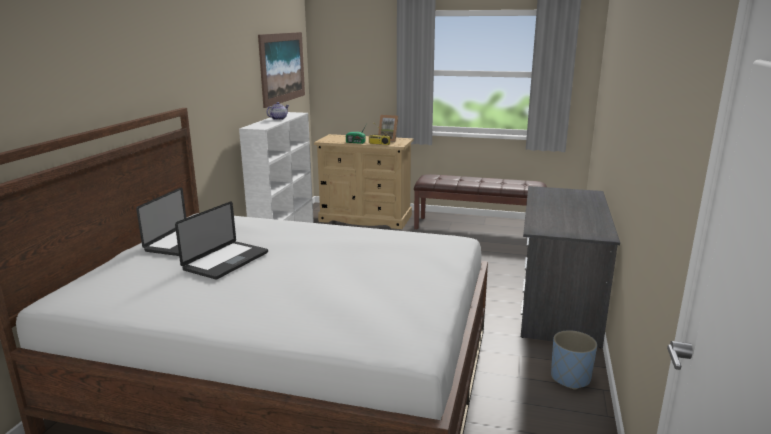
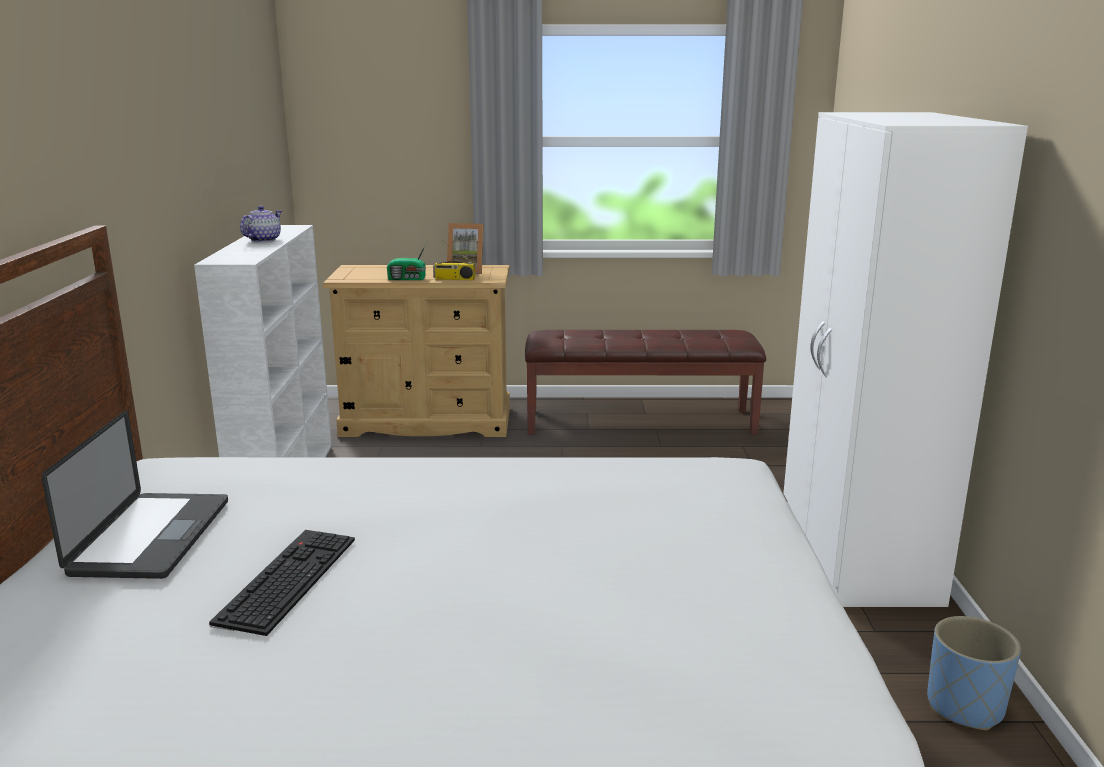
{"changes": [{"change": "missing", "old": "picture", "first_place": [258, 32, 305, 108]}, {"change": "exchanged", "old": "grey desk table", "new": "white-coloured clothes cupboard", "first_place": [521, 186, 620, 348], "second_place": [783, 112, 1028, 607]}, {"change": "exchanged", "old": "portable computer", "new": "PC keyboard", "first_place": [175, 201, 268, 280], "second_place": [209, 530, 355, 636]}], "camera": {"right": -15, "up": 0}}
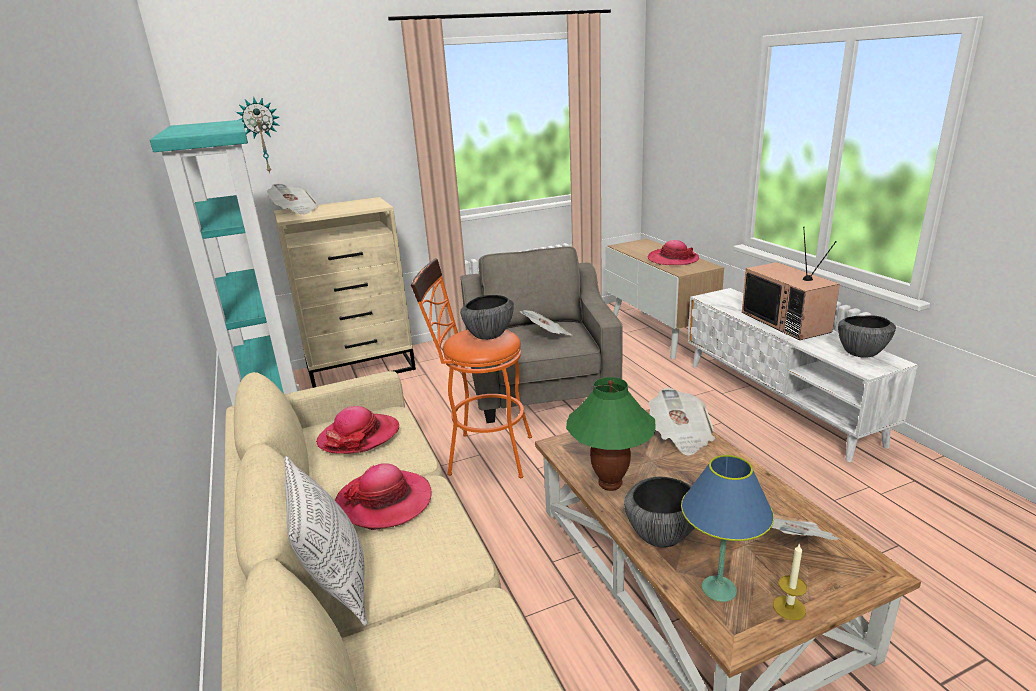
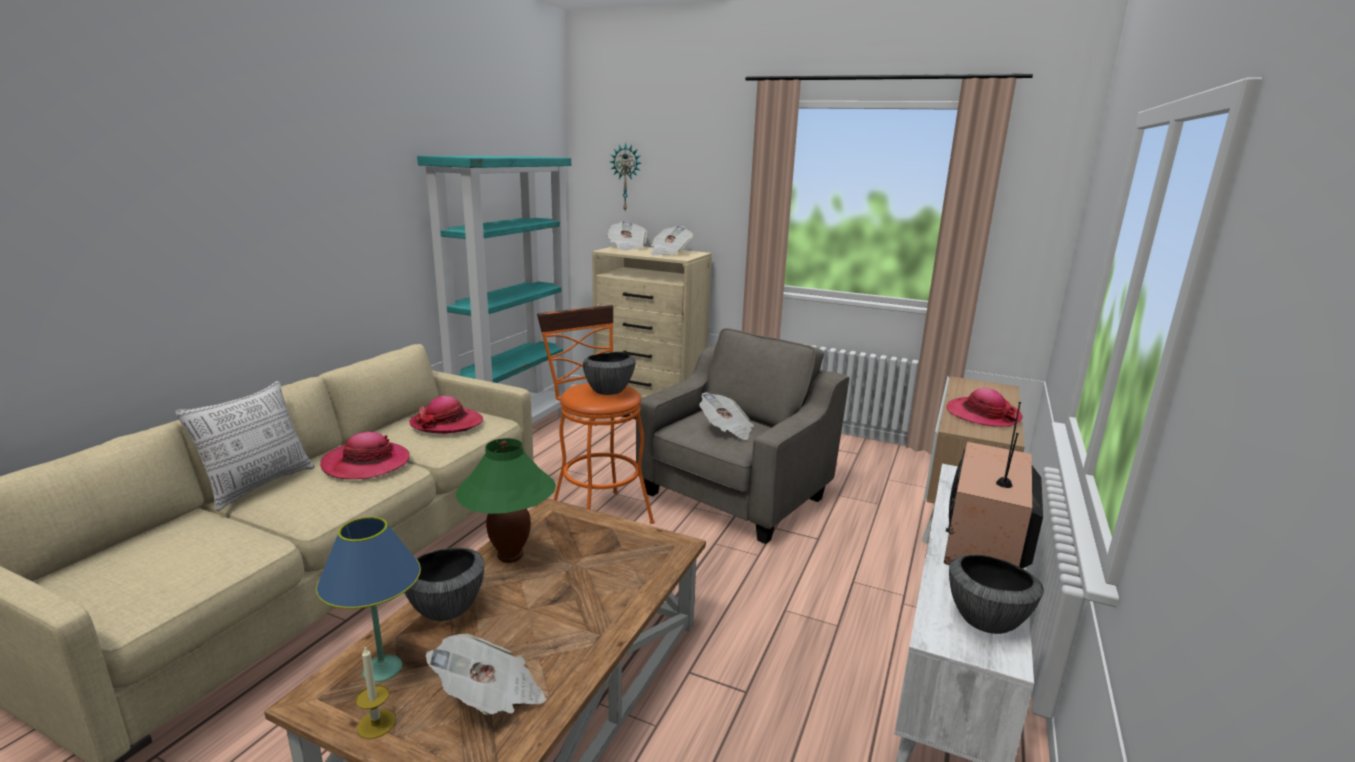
{"changes": [{"change": "relocated", "old": "printed paper", "first_place": [649, 388, 715, 456], "second_place": [650, 226, 693, 256]}], "camera": {"right": 45, "up": -5}}
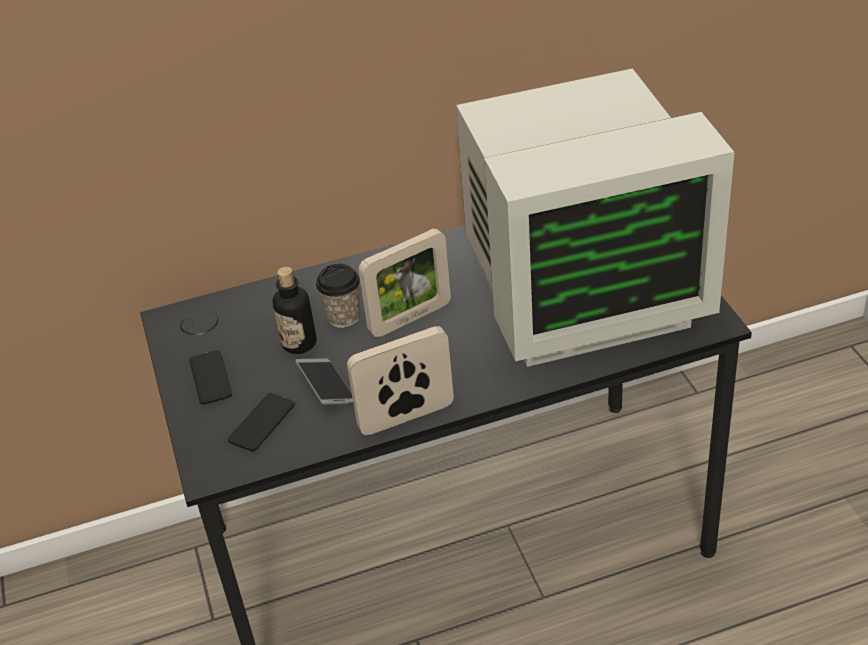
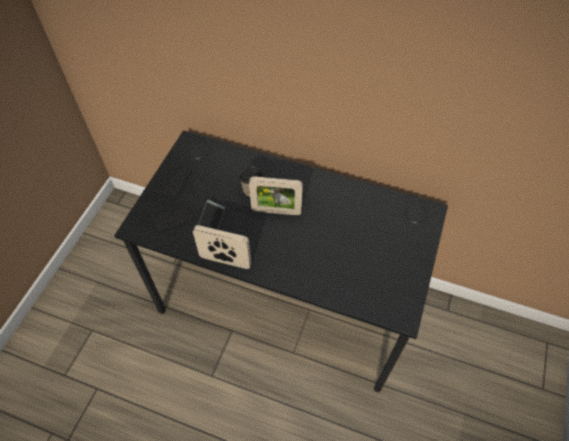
{"changes": [{"change": "missing", "old": "computer screen", "first_place": [456, 68, 735, 367]}, {"change": "missing", "old": "drink bottle", "first_place": [272, 267, 317, 354]}], "camera": {"right": 35, "up": 15}}
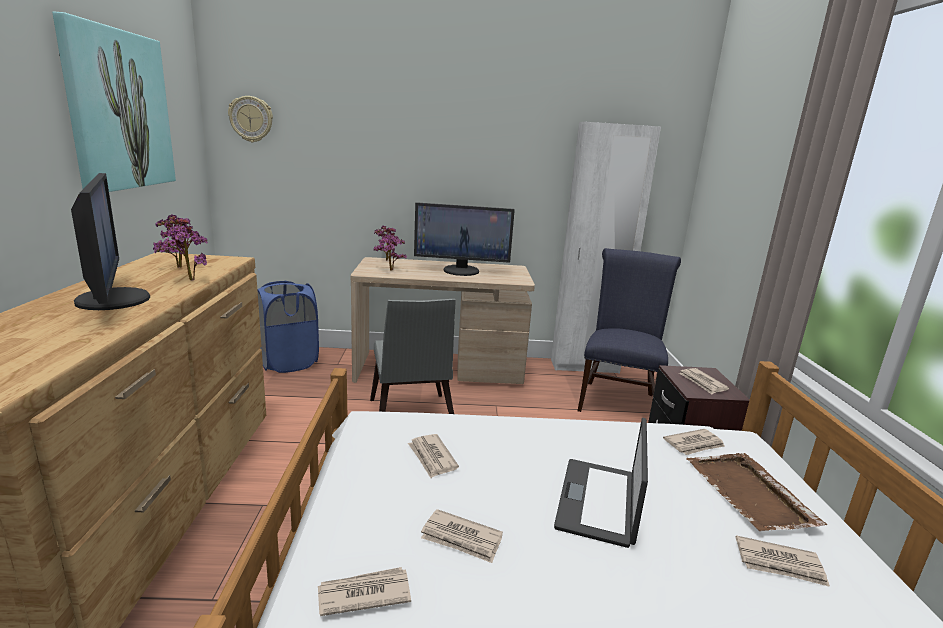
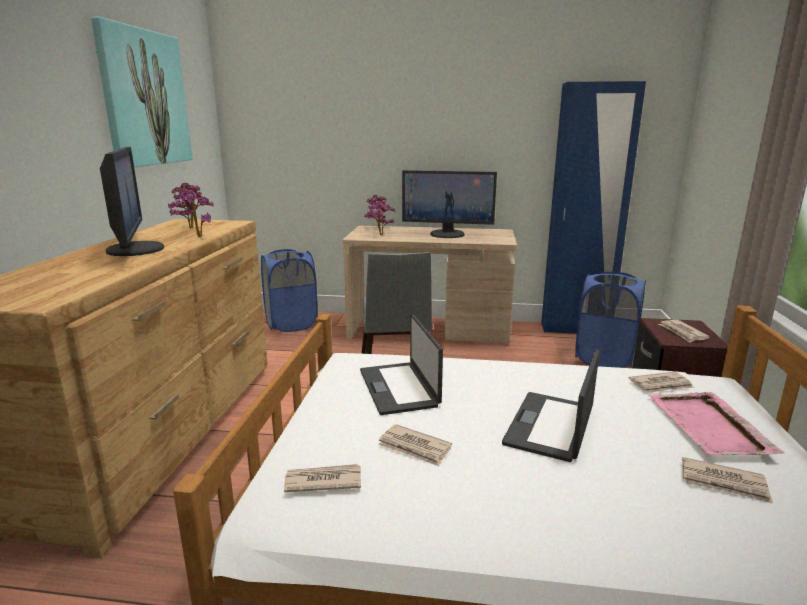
{"changes": [{"change": "missing", "old": "hanging clock", "first_place": [228, 96, 273, 142]}, {"change": "colour", "old": "white-coloured clothes cupboard", "new": "bluish clothes cupboard", "first_place": [551, 122, 661, 373], "second_place": [541, 81, 646, 334]}, {"change": "exchanged", "old": "bluish plain chair", "new": "bluish hamper", "first_place": [577, 248, 681, 412], "second_place": [575, 271, 646, 368]}, {"change": "exchanged", "old": "printed paper", "new": "portable computer", "first_place": [408, 434, 459, 478], "second_place": [360, 314, 443, 415]}, {"change": "colour", "old": "brownish carrying tray", "new": "pink-coloured carrying tray", "first_place": [686, 453, 828, 531], "second_place": [648, 392, 784, 455]}], "camera": {"right": 10, "up": 0}}
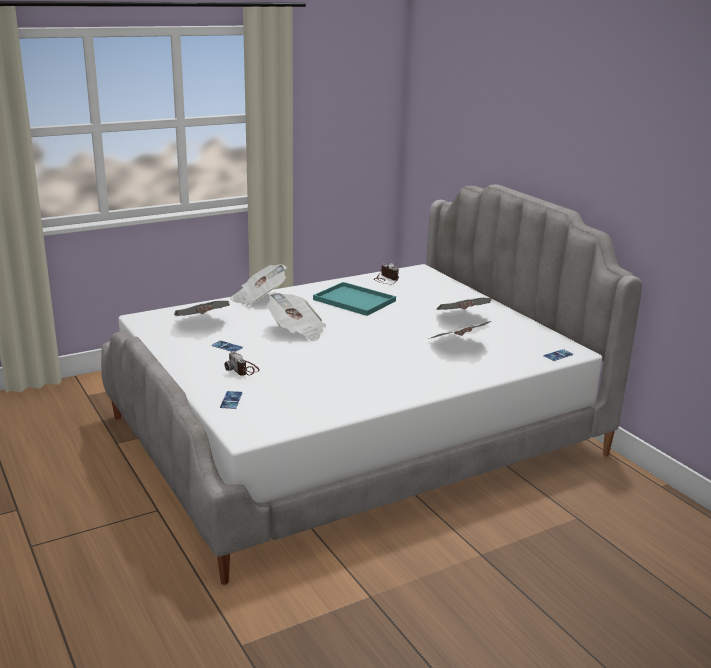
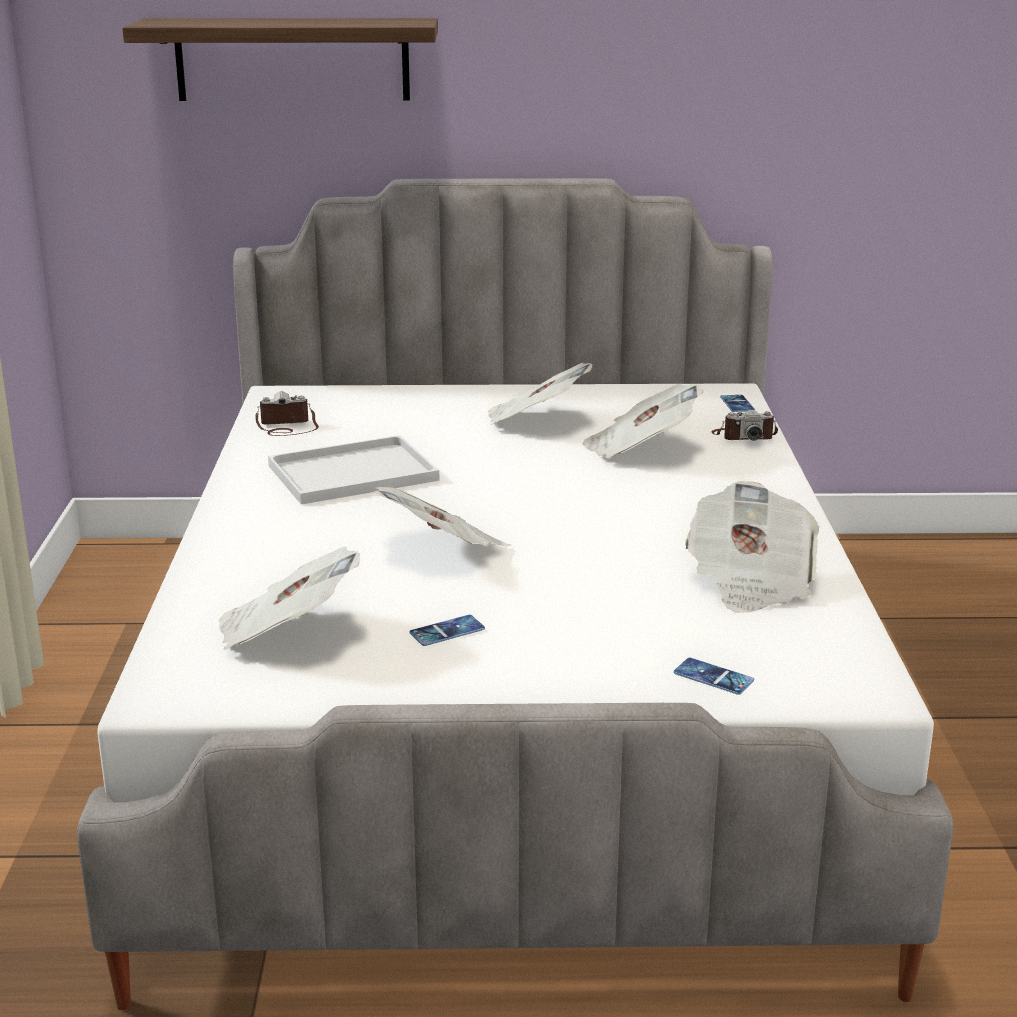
{"changes": [{"change": "relocated", "old": "printed paper", "first_place": [230, 264, 287, 305], "second_place": [685, 481, 819, 613]}, {"change": "colour", "old": "blue-green carrying tray", "new": "white-coloured carrying tray", "first_place": [313, 282, 396, 316], "second_place": [268, 435, 440, 504]}, {"change": "relocated", "old": "photo camera", "first_place": [224, 351, 260, 376], "second_place": [712, 410, 778, 441]}, {"change": "appeared", "new": "bracket shelf", "second_place": [122, 18, 438, 101]}], "camera": {"right": -60, "up": 0}}
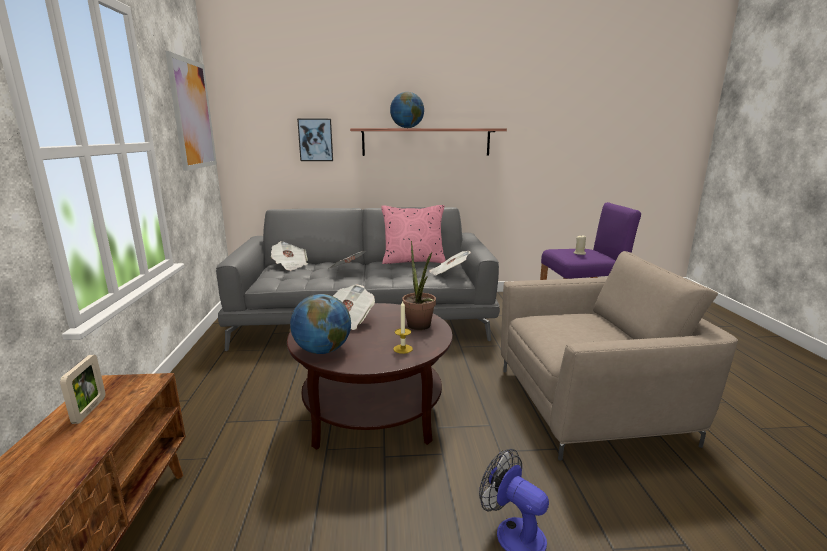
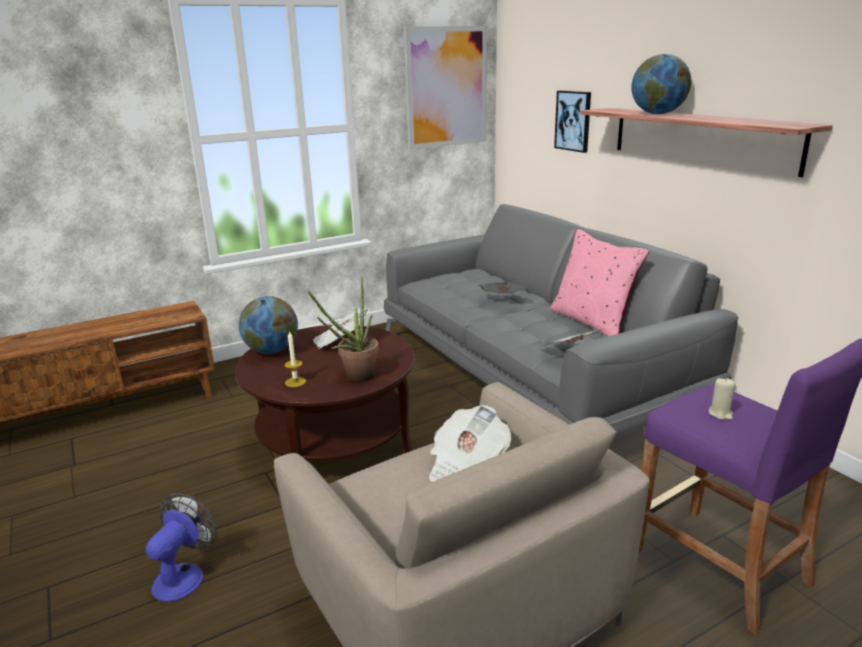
{"changes": [{"change": "relocated", "old": "printed paper", "first_place": [271, 241, 308, 271], "second_place": [429, 405, 511, 482]}, {"change": "missing", "old": "picture frame", "first_place": [60, 355, 105, 424]}], "camera": {"right": 65, "up": 5}}
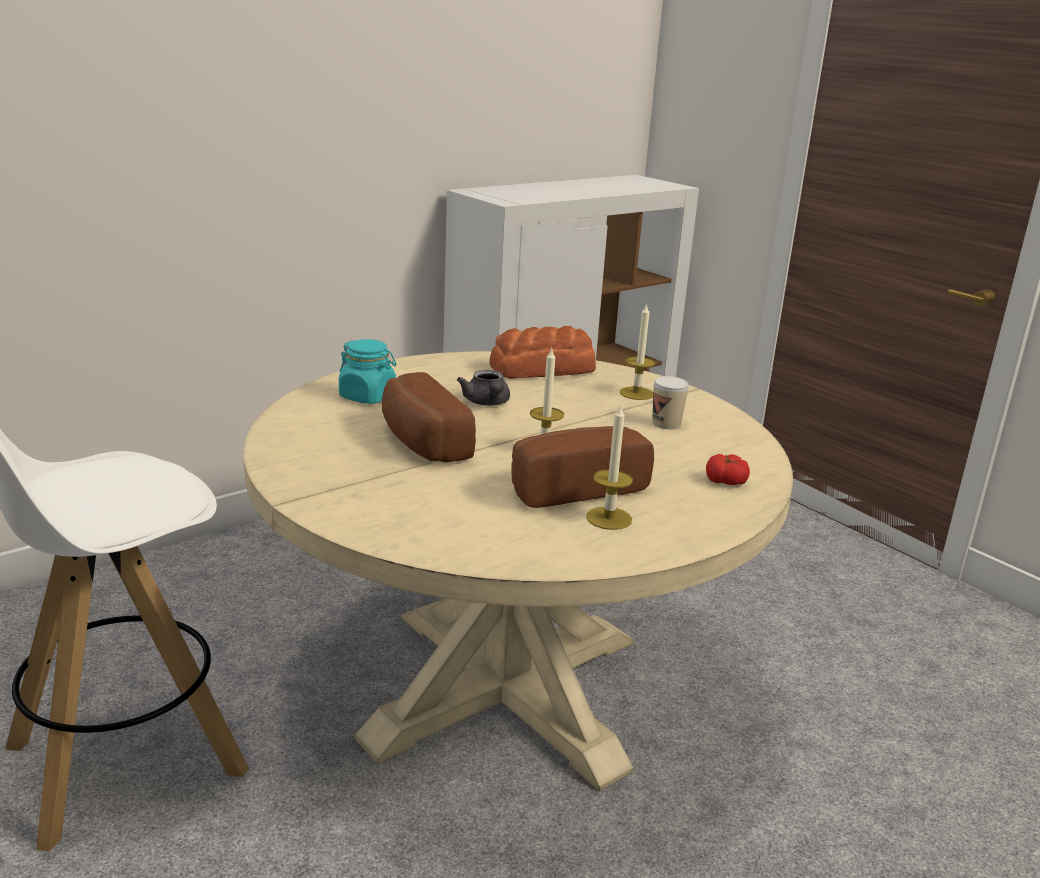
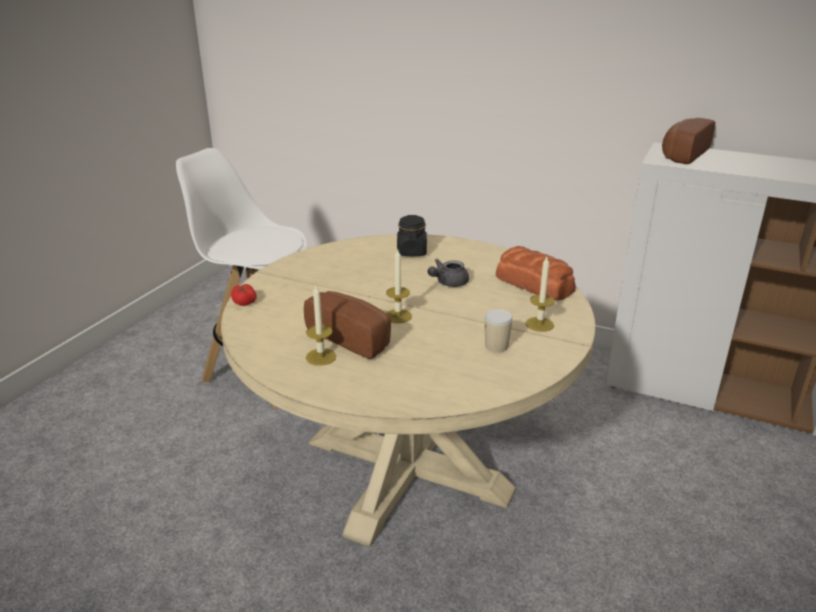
{"changes": [{"change": "colour", "old": "blue-green preserve jar", "new": "black preserve jar", "first_place": [339, 339, 396, 404], "second_place": [397, 215, 427, 256]}, {"change": "relocated", "old": "baked bread", "first_place": [382, 372, 476, 462], "second_place": [662, 118, 715, 164]}, {"change": "relocated", "old": "whole tomato", "first_place": [706, 454, 750, 485], "second_place": [231, 284, 257, 306]}], "camera": {"right": 65, "up": 5}}
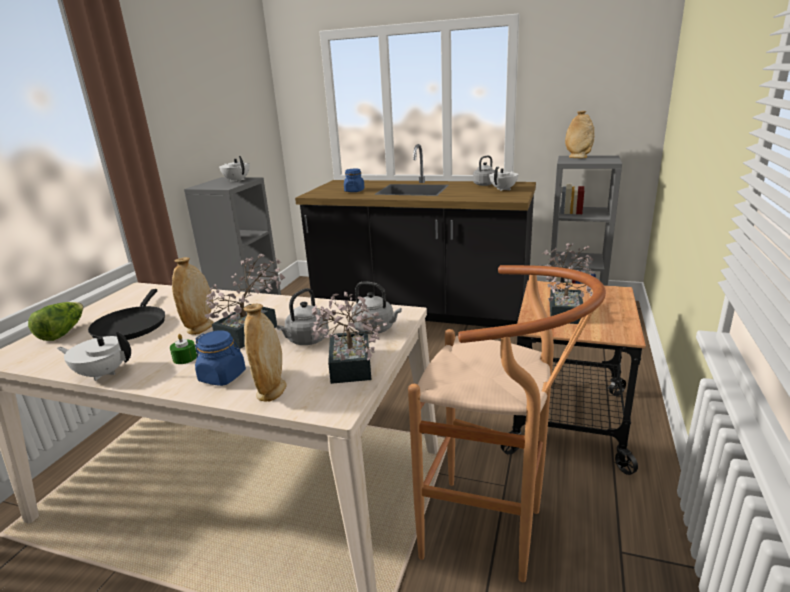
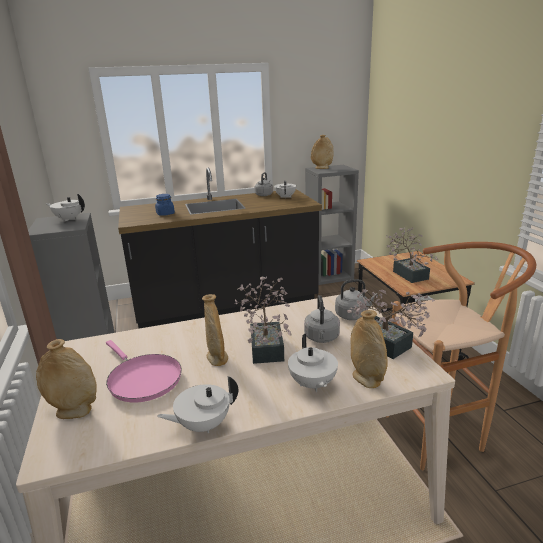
{"changes": [{"change": "colour", "old": "black frying pan", "new": "pink-coloured frying pan", "first_place": [88, 289, 165, 340], "second_place": [106, 340, 182, 402]}, {"change": "exchanged", "old": "head of lettuce", "new": "beige-coloured flower vase", "first_place": [28, 302, 83, 341], "second_place": [36, 339, 97, 419]}, {"change": "exchanged", "old": "bluish preserve jar", "new": "white-coloured tea pot", "first_place": [195, 330, 246, 386], "second_place": [288, 334, 338, 392]}, {"change": "missing", "old": "green wax candle", "first_place": [170, 334, 197, 364]}], "camera": {"right": -35, "up": 0}}
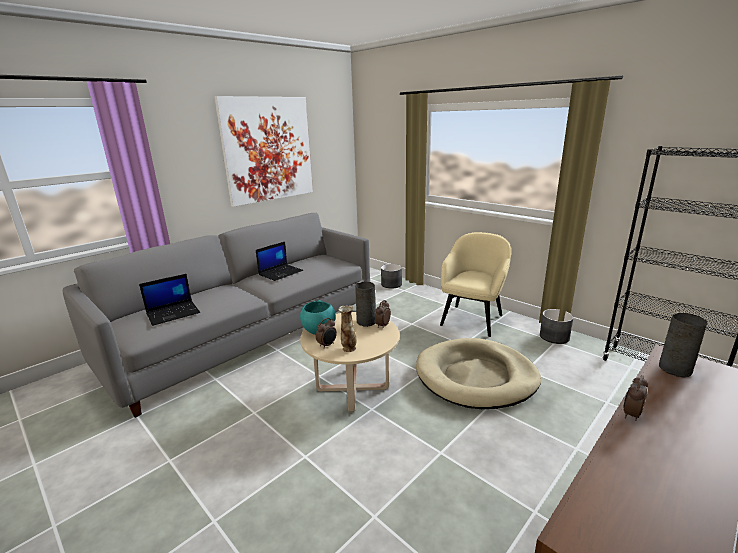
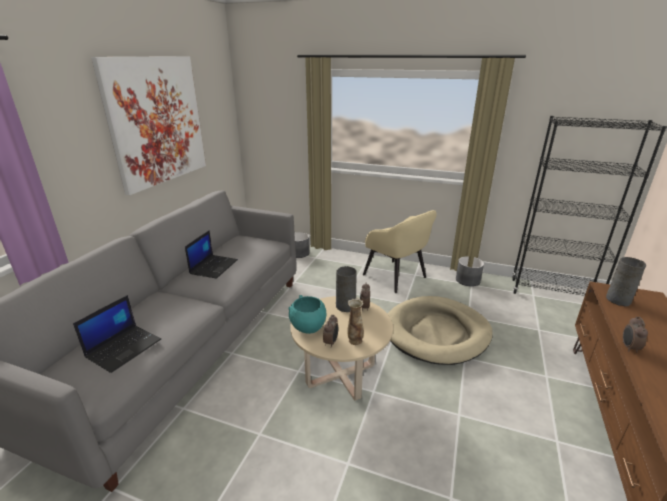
{"changes": [{"change": "spun", "old": "beige-coloured lounge chair", "first_place": [440, 232, 511, 337], "second_place": [363, 210, 437, 293], "degrees": 135}], "camera": {"right": -25, "up": 5}}
